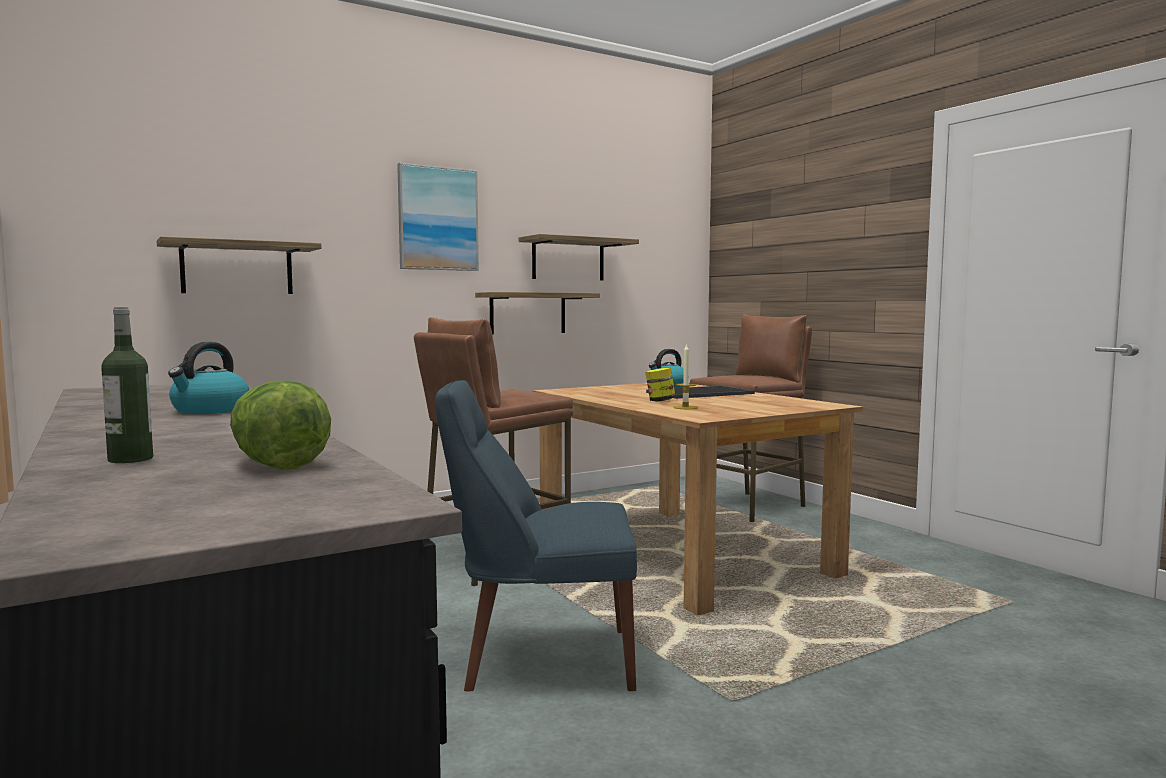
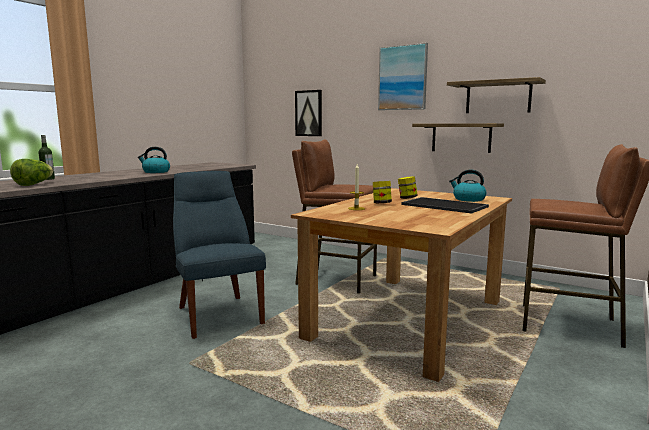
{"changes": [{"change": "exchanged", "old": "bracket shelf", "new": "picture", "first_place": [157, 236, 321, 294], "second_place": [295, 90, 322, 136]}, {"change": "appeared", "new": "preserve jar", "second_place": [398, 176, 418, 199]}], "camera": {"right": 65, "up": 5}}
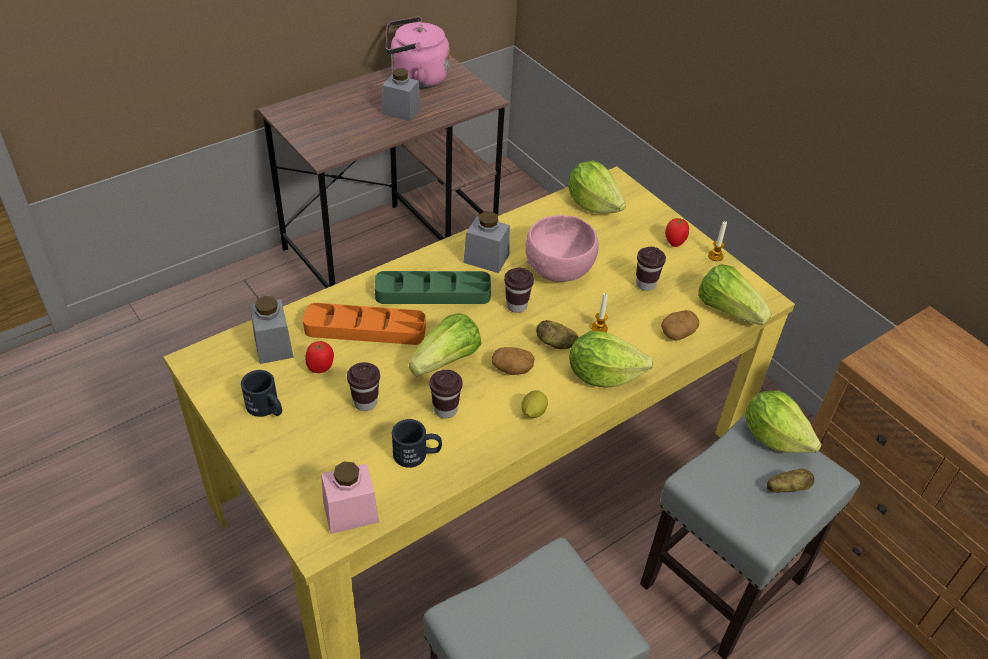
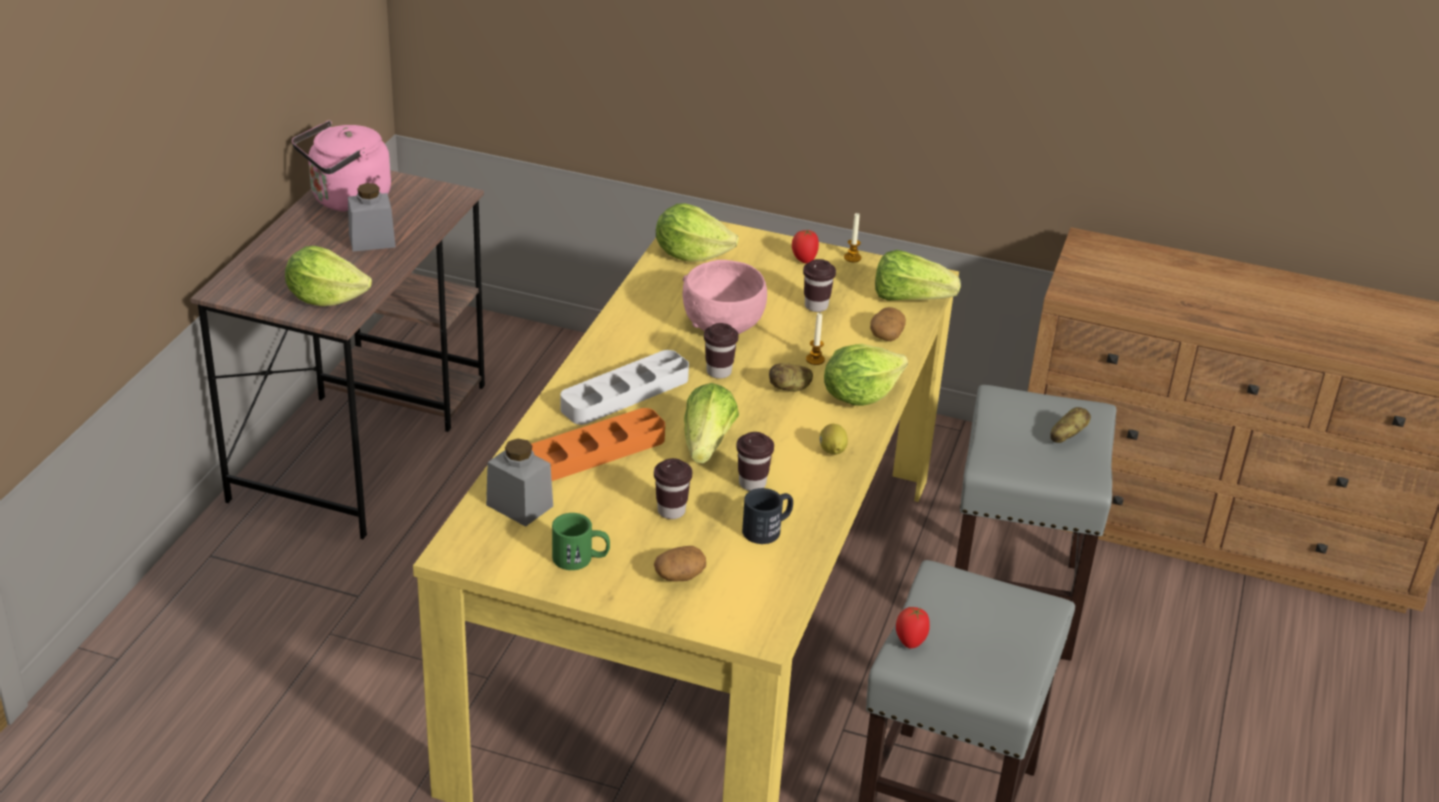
{"changes": [{"change": "missing", "old": "grey preserve jar", "first_place": [463, 211, 510, 273]}, {"change": "colour", "old": "green carrying tray", "new": "grey carrying tray", "first_place": [375, 271, 491, 304], "second_place": [560, 350, 689, 425]}, {"change": "relocated", "old": "whole tomato", "first_place": [305, 341, 334, 373], "second_place": [896, 607, 930, 649]}, {"change": "relocated", "old": "spud", "first_place": [492, 347, 534, 375], "second_place": [654, 546, 706, 582]}, {"change": "colour", "old": "black mug", "new": "green mug", "first_place": [241, 370, 282, 417], "second_place": [552, 513, 610, 570]}, {"change": "relocated", "old": "head of lettuce", "first_place": [746, 390, 822, 453], "second_place": [285, 246, 372, 306]}, {"change": "missing", "old": "pink-coloured preserve jar", "first_place": [321, 461, 379, 534]}], "camera": {"right": -35, "up": -10}}
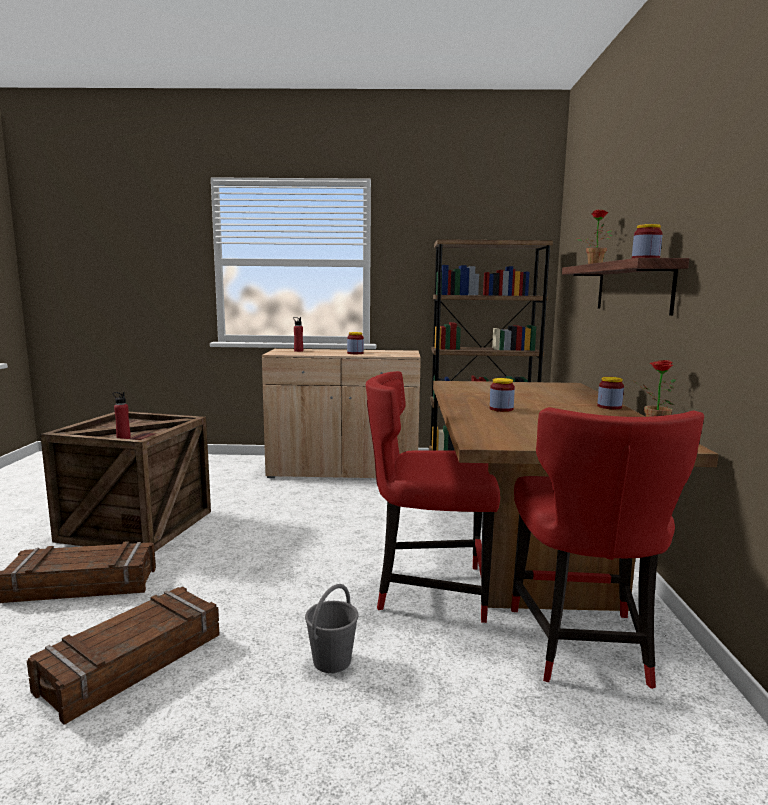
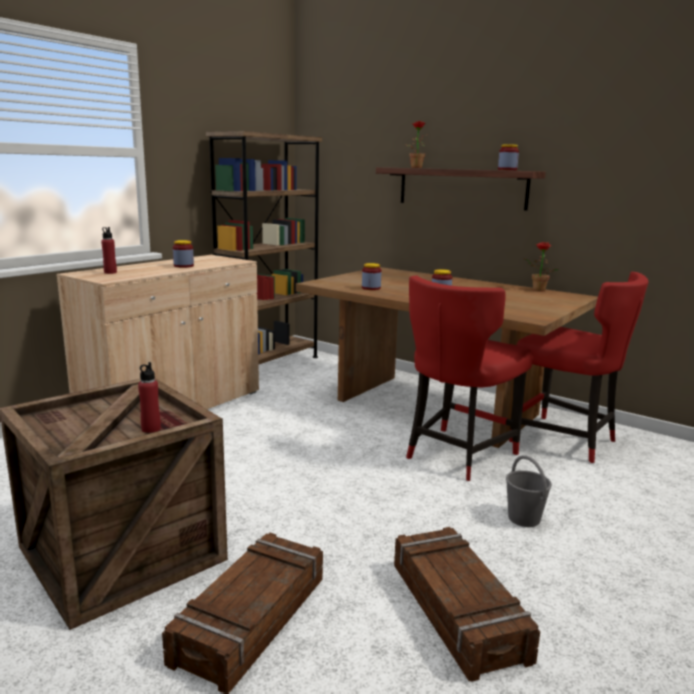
{"changes": [{"change": "relocated", "old": "preserve jar", "first_place": [597, 377, 624, 409], "second_place": [362, 263, 381, 290]}], "camera": {"right": -55, "up": 5}}
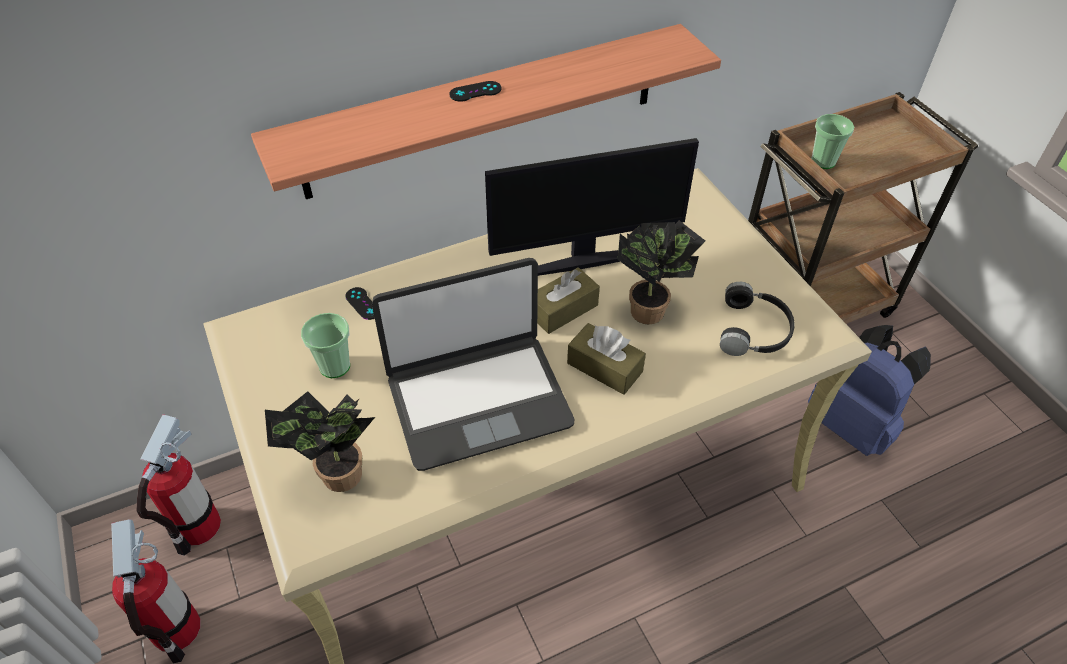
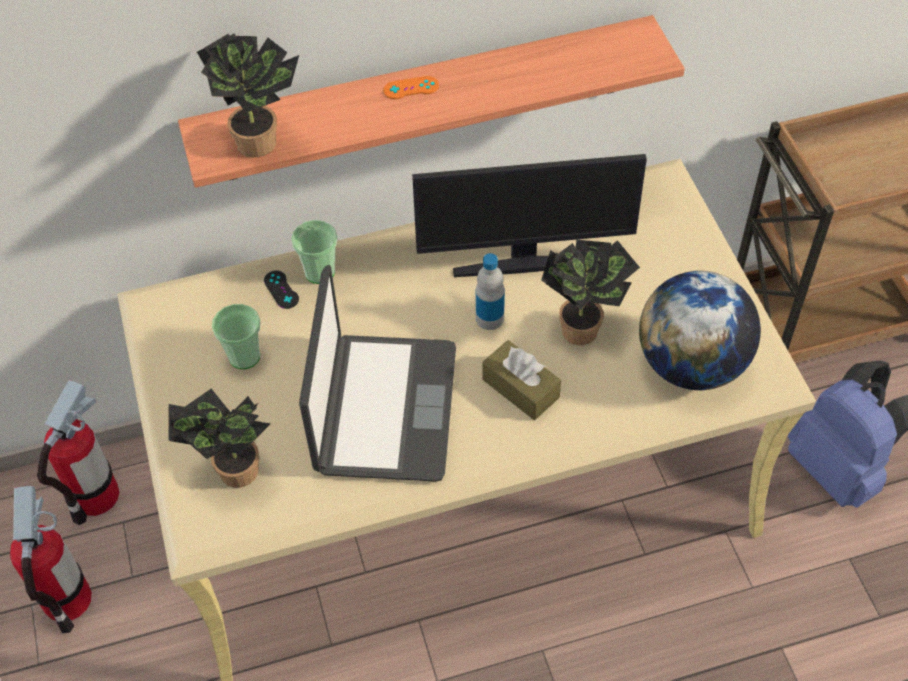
{"changes": [{"change": "colour", "old": "black joypad", "new": "orange joypad", "first_place": [449, 81, 501, 102], "second_place": [383, 76, 439, 99]}, {"change": "relocated", "old": "small cup", "first_place": [811, 114, 854, 169], "second_place": [291, 220, 338, 284]}, {"change": "spun", "old": "portable computer", "first_place": [372, 258, 574, 471], "second_place": [299, 265, 456, 482], "degrees": -75}, {"change": "exchanged", "old": "brownish box of tissues", "new": "drink bottle", "first_place": [537, 267, 600, 334], "second_place": [476, 253, 505, 330]}, {"change": "exchanged", "old": "black headset", "new": "world globe", "first_place": [720, 282, 795, 356], "second_place": [639, 271, 761, 390]}, {"change": "appeared", "new": "potted plant", "second_place": [197, 33, 299, 157]}], "camera": {"right": 10, "up": 5}}
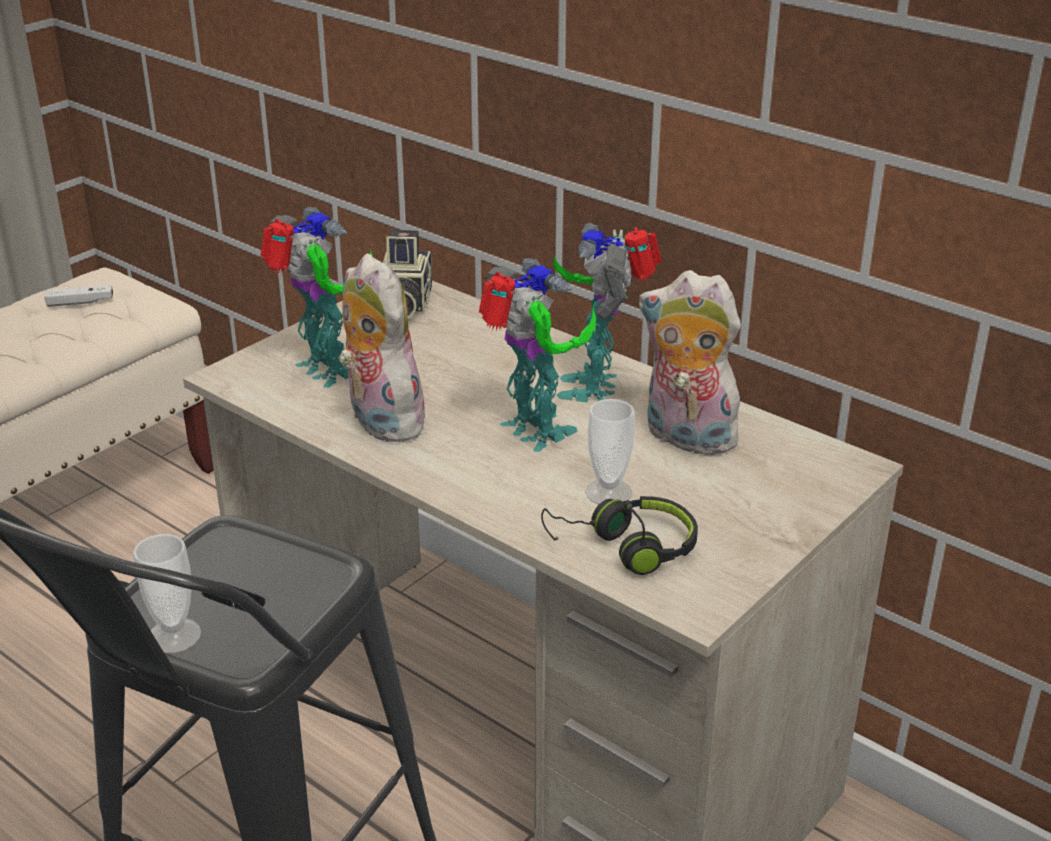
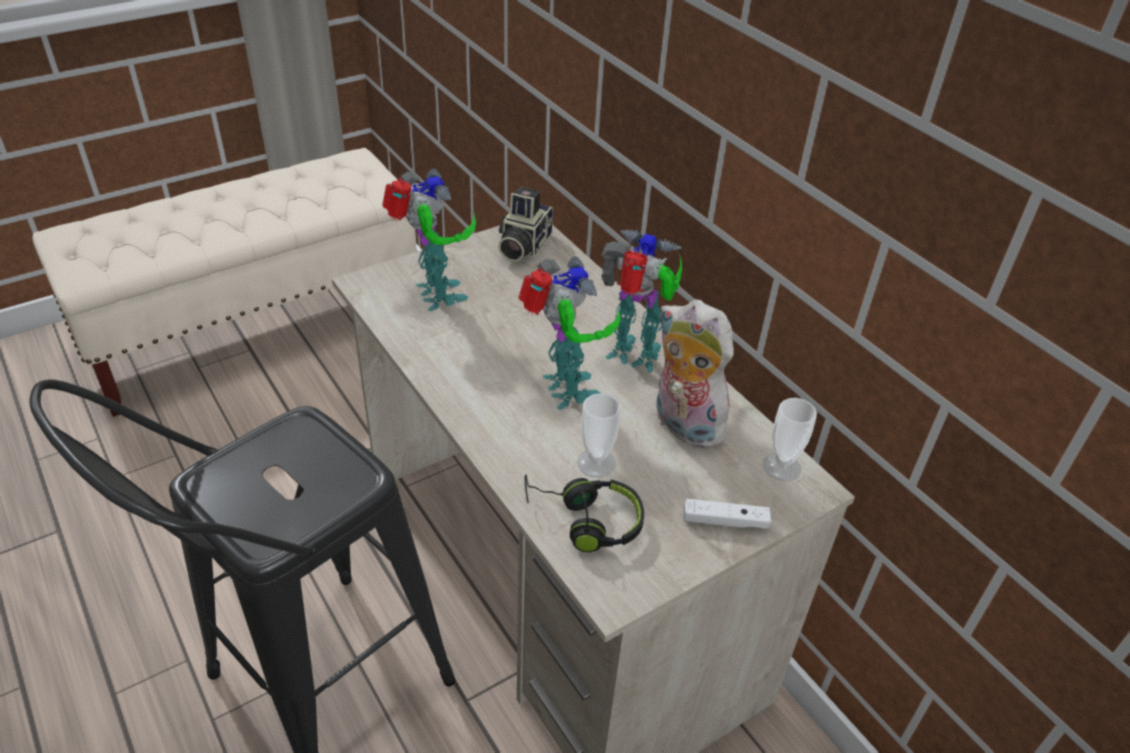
{"changes": [{"change": "spun", "old": "toy robot", "first_place": [553, 223, 661, 403], "second_place": [601, 229, 682, 373], "degrees": 90}, {"change": "missing", "old": "cuddly toy", "first_place": [338, 254, 430, 442]}, {"change": "relocated", "old": "white-coloured joypad", "first_place": [44, 285, 113, 307], "second_place": [683, 499, 771, 529]}, {"change": "relocated", "old": "small cup", "first_place": [133, 534, 201, 653], "second_place": [763, 398, 817, 481]}], "camera": {"right": 15, "up": 10}}
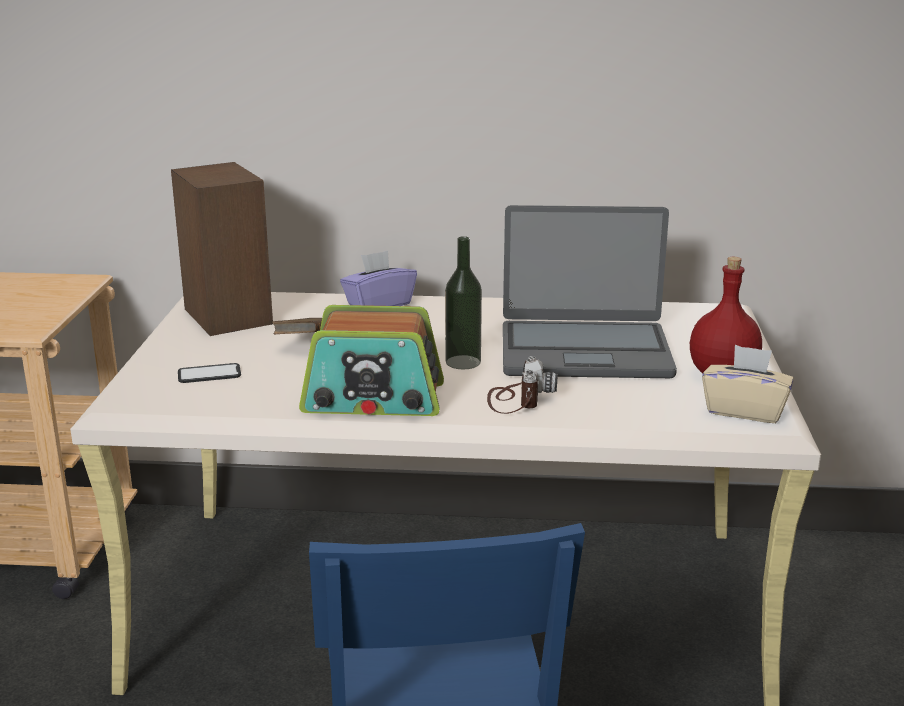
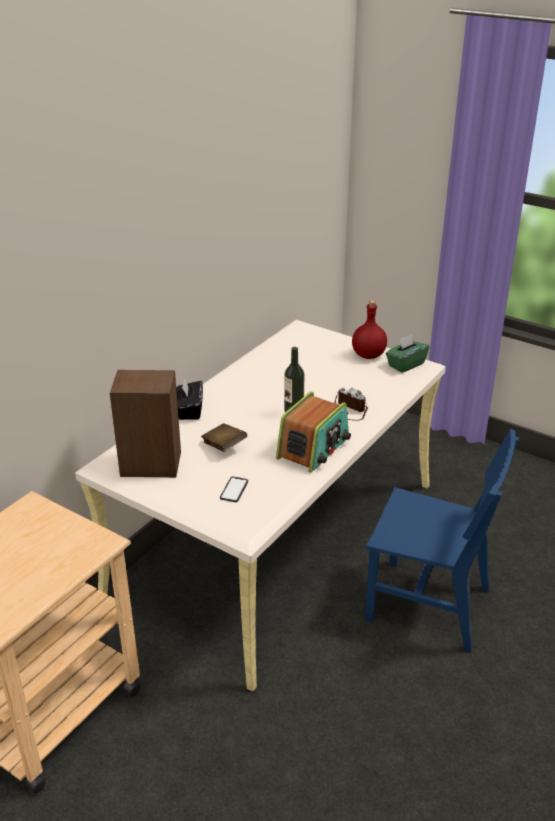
{"changes": [{"change": "missing", "old": "portable computer", "first_place": [503, 205, 677, 378]}, {"change": "colour", "old": "purple box of tissues", "new": "black box of tissues", "first_place": [340, 250, 417, 306], "second_place": [176, 378, 203, 420]}, {"change": "colour", "old": "beige-coloured box of tissues", "new": "green box of tissues", "first_place": [702, 345, 794, 423], "second_place": [386, 334, 429, 373]}], "camera": {"right": -60, "up": 10}}
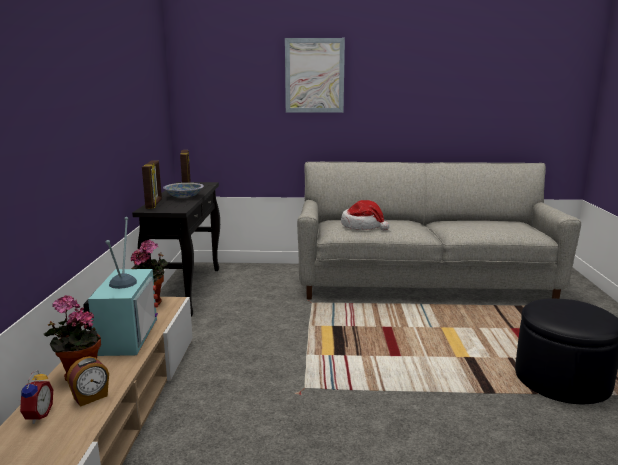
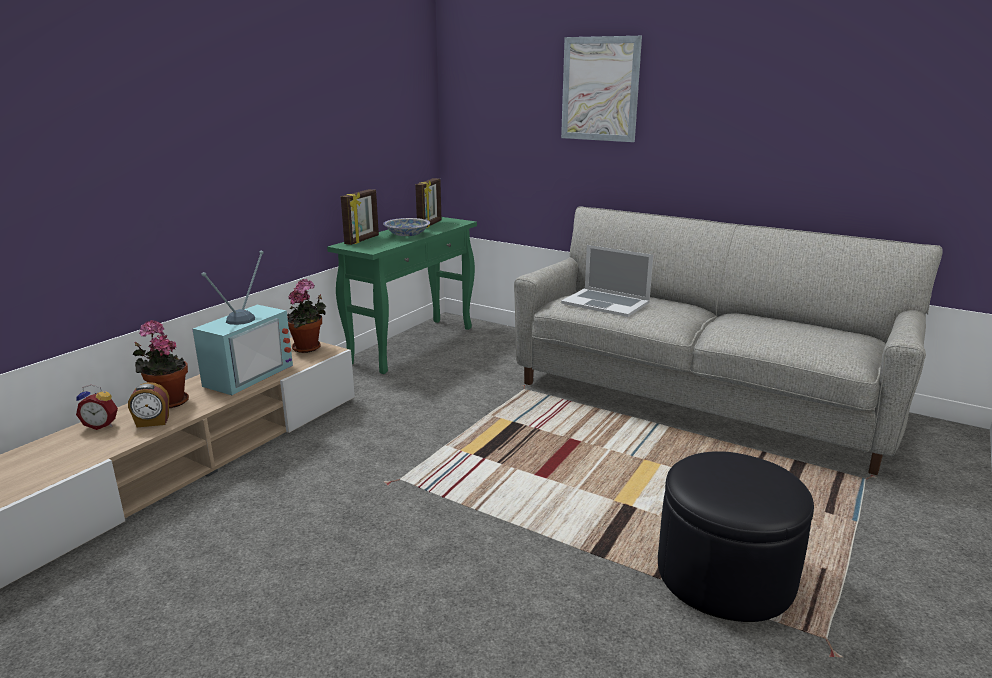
{"changes": [{"change": "colour", "old": "black console table", "new": "green console table", "first_place": [132, 182, 220, 317], "second_place": [327, 217, 477, 374]}, {"change": "exchanged", "old": "hat", "new": "portable computer", "first_place": [341, 200, 389, 231], "second_place": [561, 245, 653, 317]}, {"change": "spun", "old": "bedside clock", "first_place": [20, 370, 53, 424], "second_place": [76, 385, 118, 430], "degrees": 60}], "camera": {"right": 30, "up": 5}}
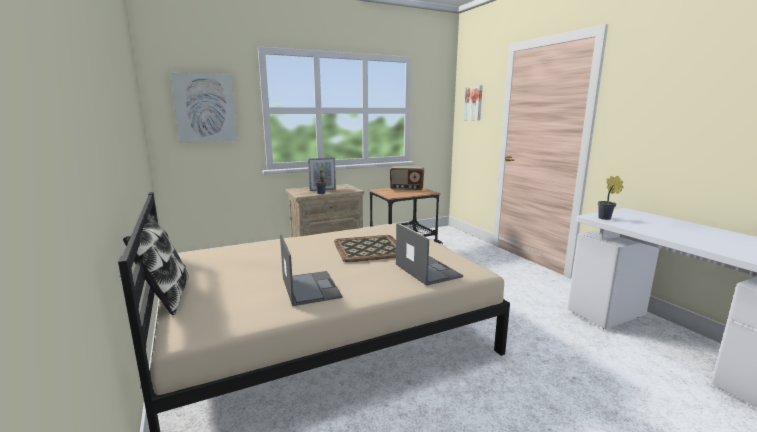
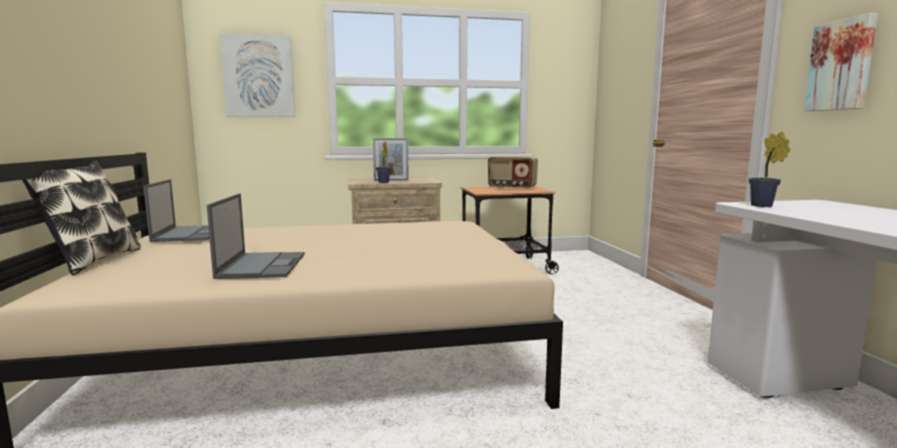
{"changes": [{"change": "relocated", "old": "picture", "first_place": [464, 85, 483, 121], "second_place": [804, 13, 878, 111]}, {"change": "relocated", "old": "portable computer", "first_place": [396, 223, 463, 286], "second_place": [143, 179, 210, 242]}, {"change": "missing", "old": "carrying tray", "first_place": [334, 235, 396, 262]}], "camera": {"right": 15, "up": -5}}
